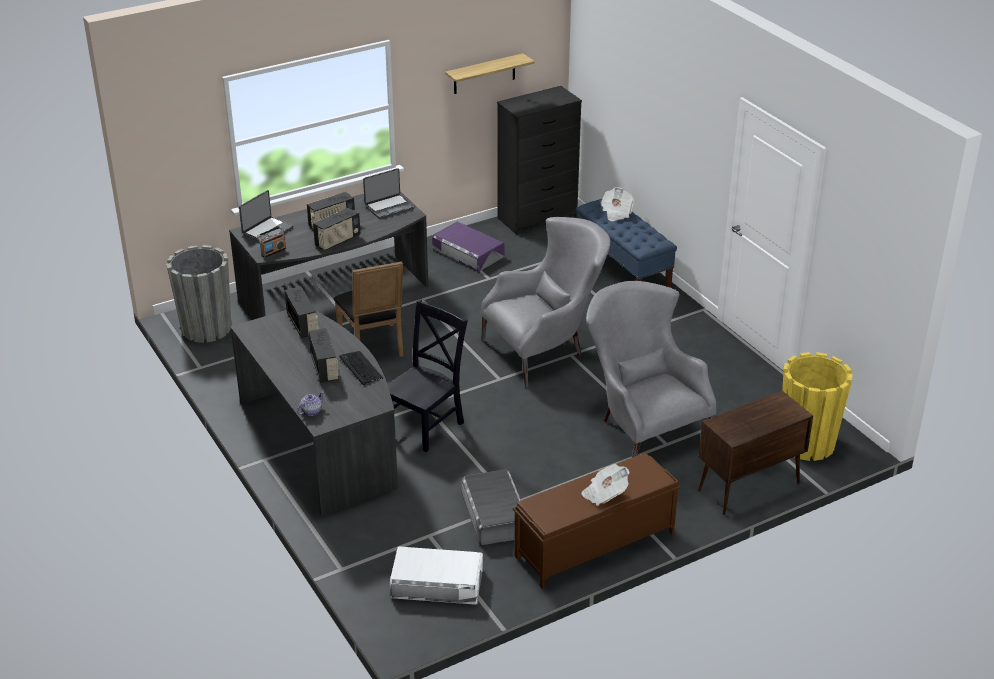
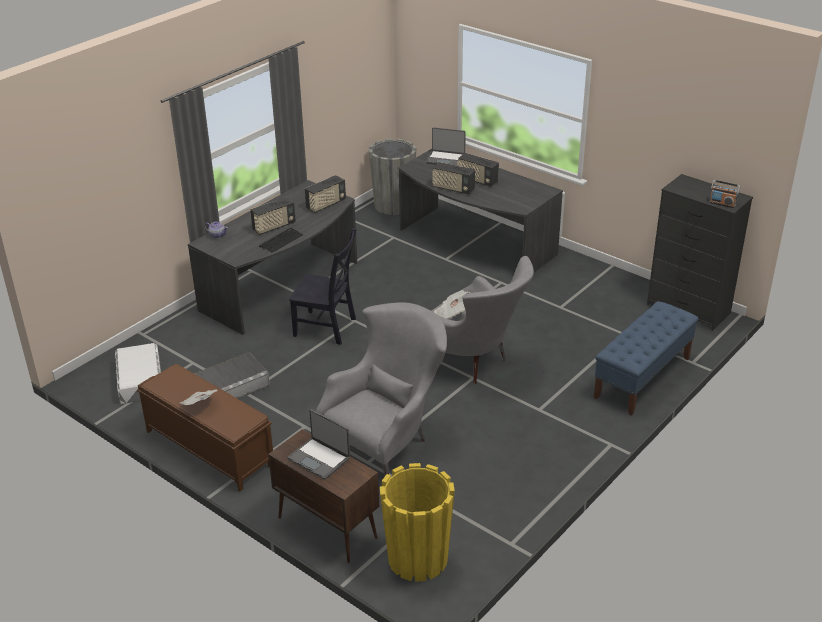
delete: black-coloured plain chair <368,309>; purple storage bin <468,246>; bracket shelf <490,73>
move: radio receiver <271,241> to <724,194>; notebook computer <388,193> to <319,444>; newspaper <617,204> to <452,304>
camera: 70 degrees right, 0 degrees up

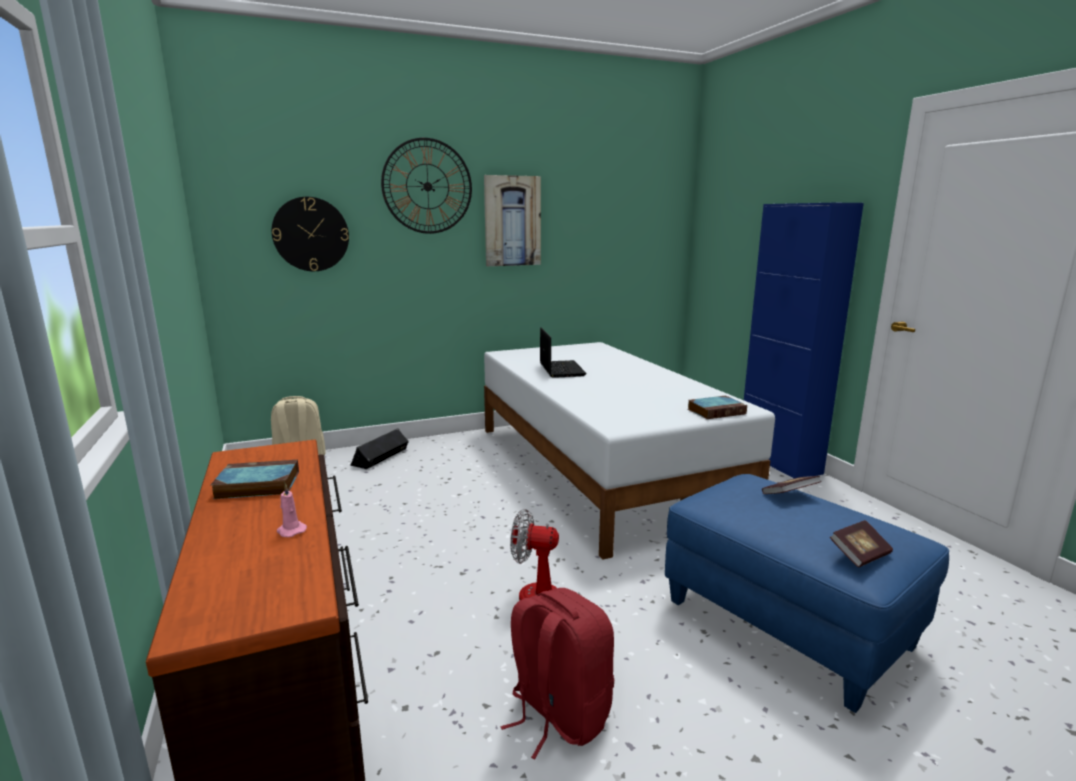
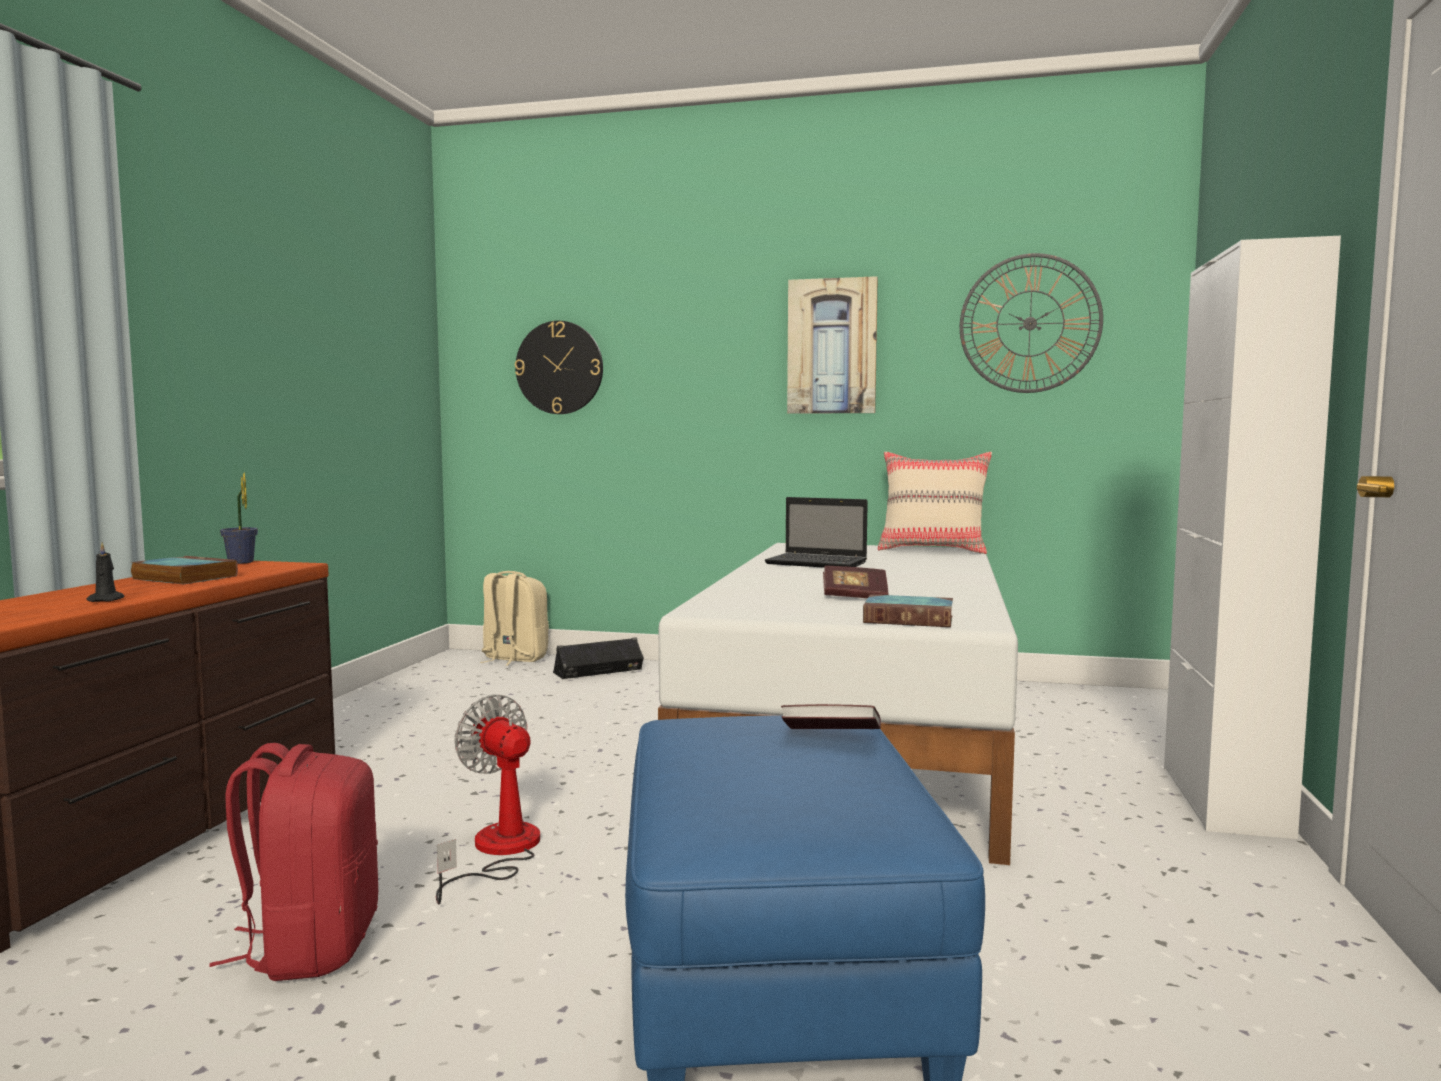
insert: houseplant <239,518>; beige pillow <935,503>
move: hanging clock <426,186> to <1031,323>; bound book <861,543> to <855,582>
recolor: pink wax candle <292,510> to black-coloured wax candle <105,572>; bluish cupboard <804,340> to white-coloured cupboard <1252,537>
rotate: notebook computer <563,352> = <816,532> 90 degrees clockwise
camera: 35 degrees right, 10 degrees down

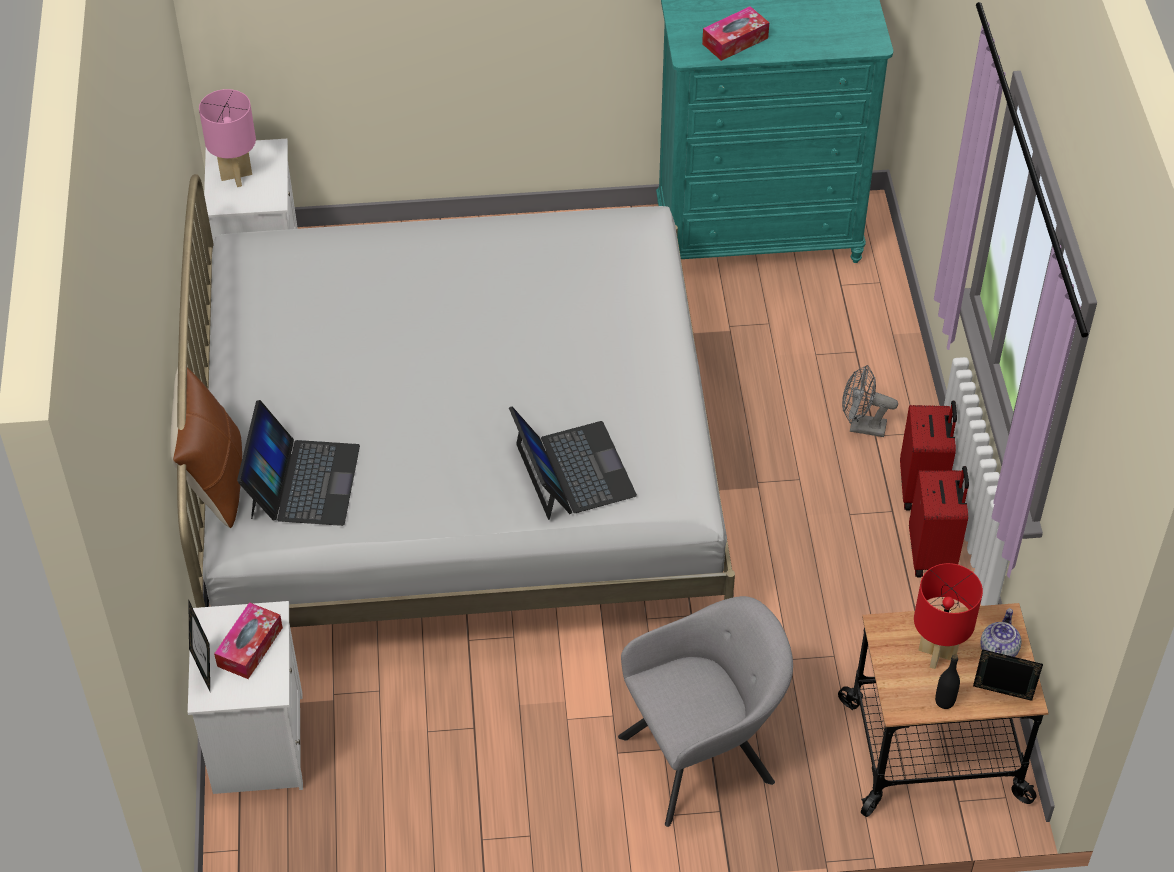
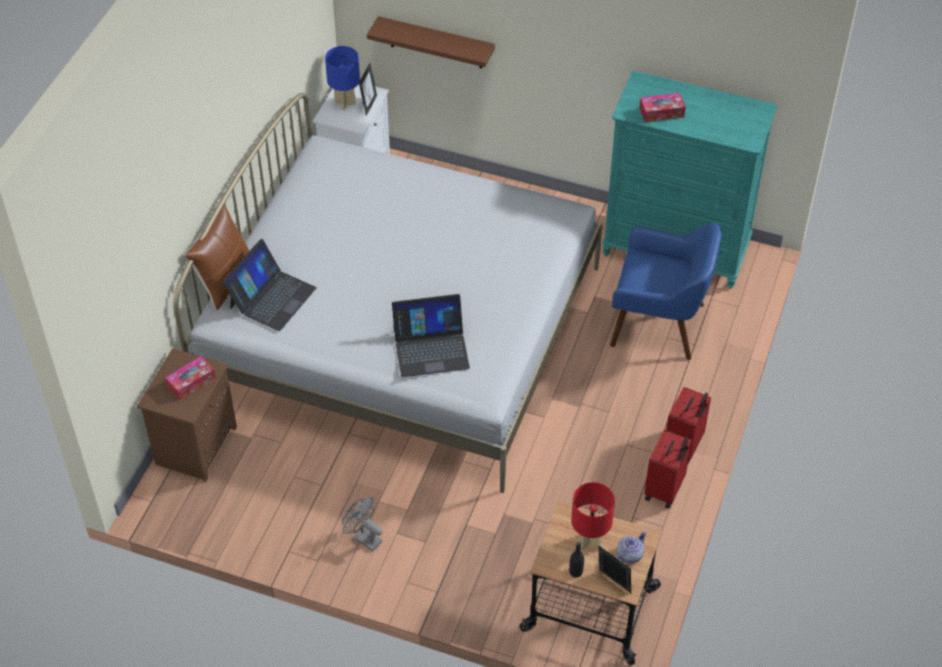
delete: gray armchair <705,711>
insert: brown-coloured bracket shelf <431,42>; bluish armchair <666,291>
move: picture frame <199,645> to <368,89>; gray electric fan <870,401> to <362,524>
recolor: white-coloured nightstand <245,697> to brown-coloured nightstand <187,415>; pink lamp for a table <227,138> to bluish lamp for a table <342,78>
rotate: notebook computer <573,463> = <431,335> 75 degrees clockwise
camera: 25 degrees right, 0 degrees up

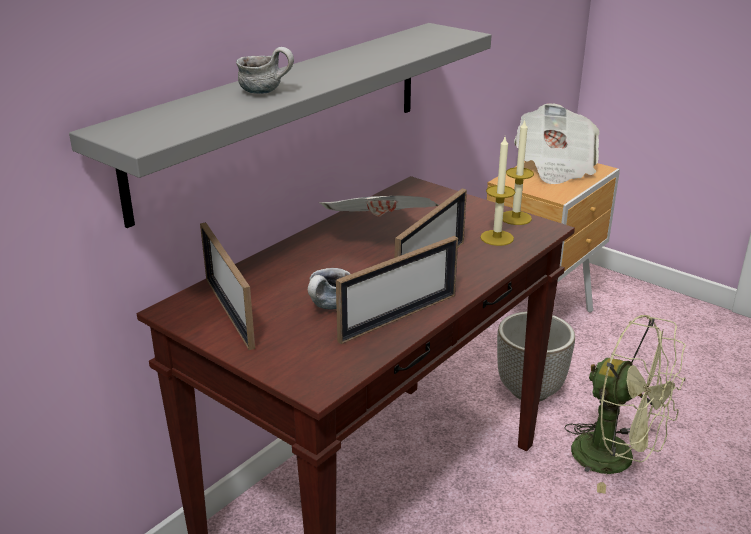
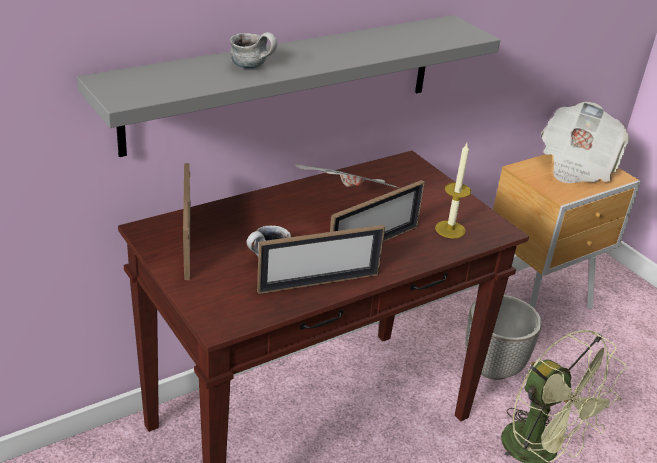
delete: wax candle <518,172>
camera: 15 degrees right, 5 degrees up

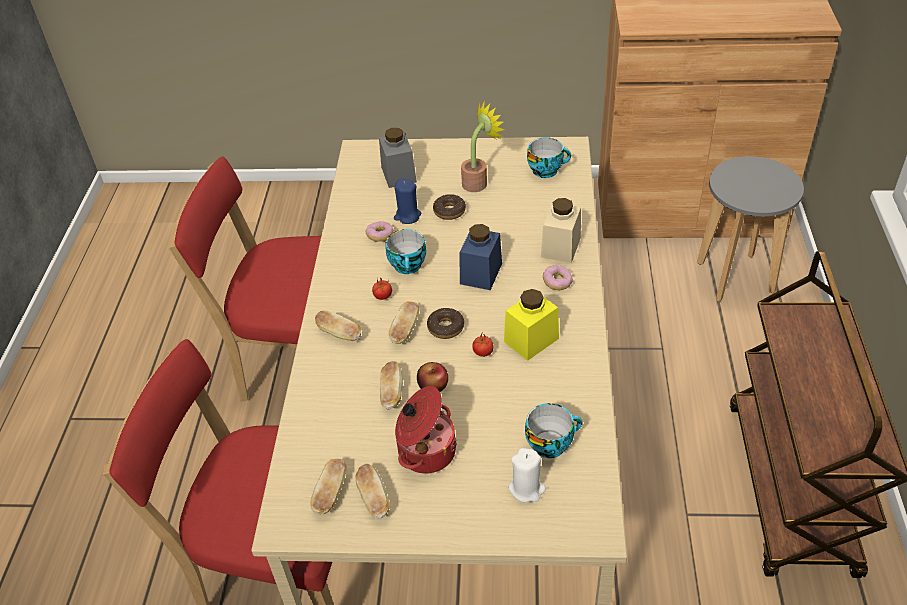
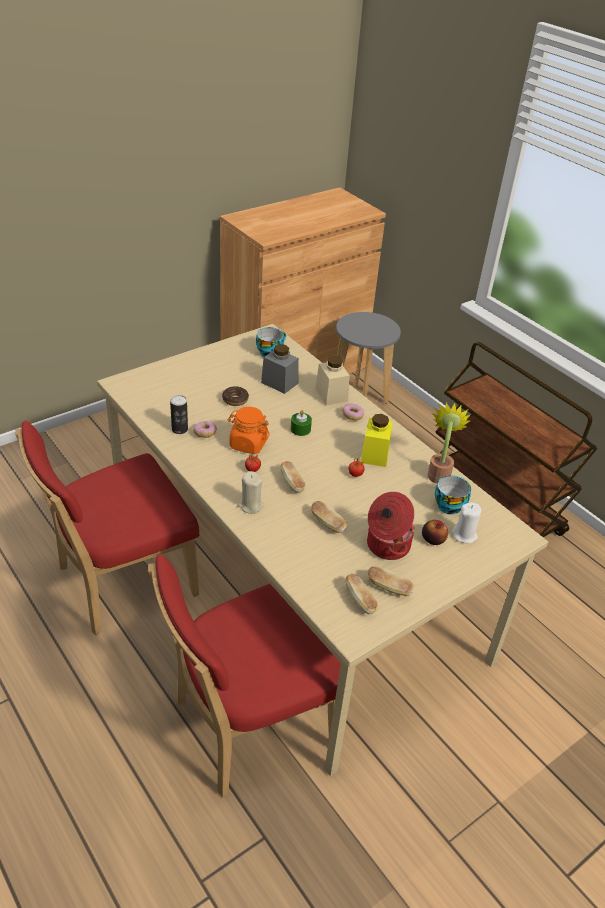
delete: bluish wax candle <407,201>; doughnut <445,323>
insert: can <179,414>
move: gray preserve jar <398,158> to <280,369>; apple <432,377> to <435,532>; houseplant <482,146> to <449,443>
replace: bakery bread <338,326> to beige wax candle <250,492>; small cup <406,251> to orange preserve jar <248,430>; bluish preserve jar <481,257> to green wax candle <301,423>
camera: 45 degrees left, 5 degrees down

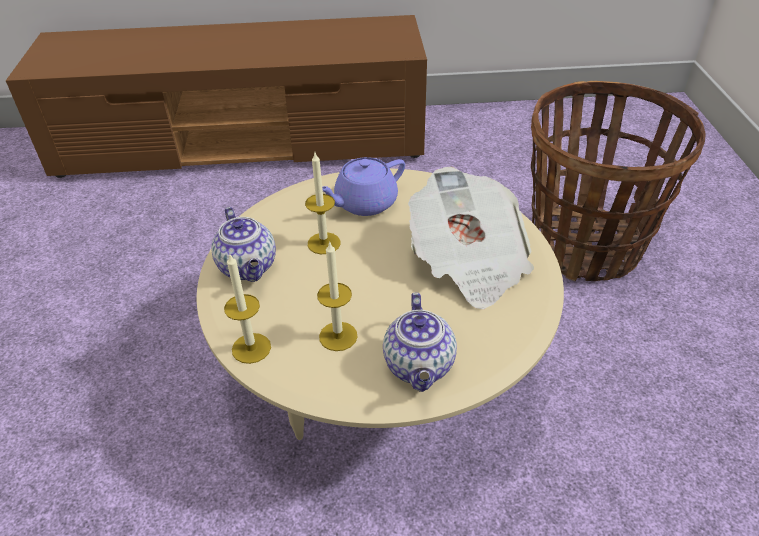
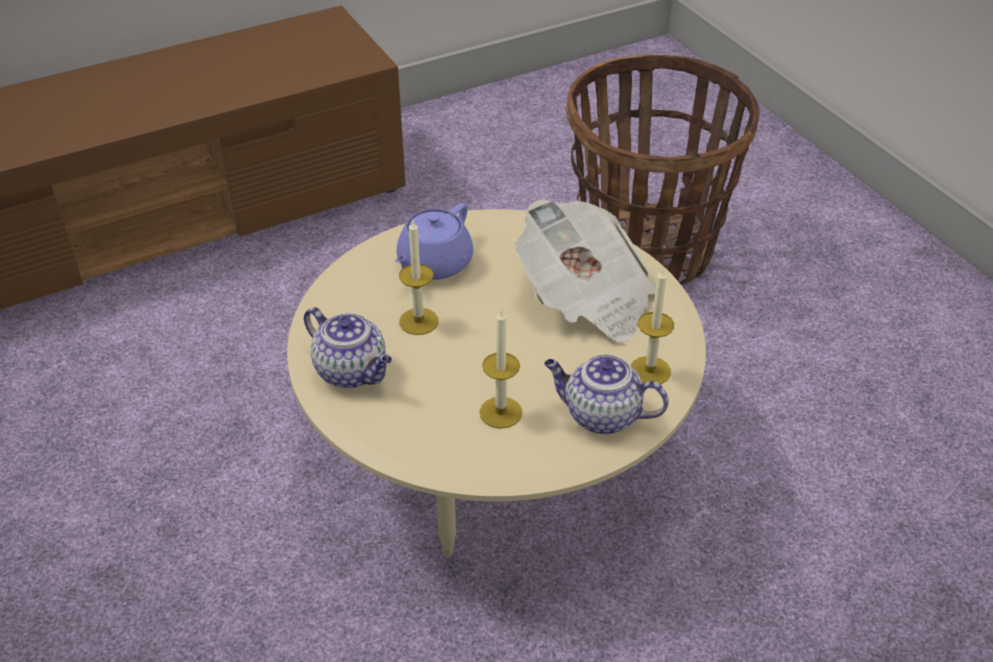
move: wax candle <247,309> to <652,325>
rotate: tea pot <420,342> = <606,394> 135 degrees clockwise
camera: 25 degrees left, 0 degrees up

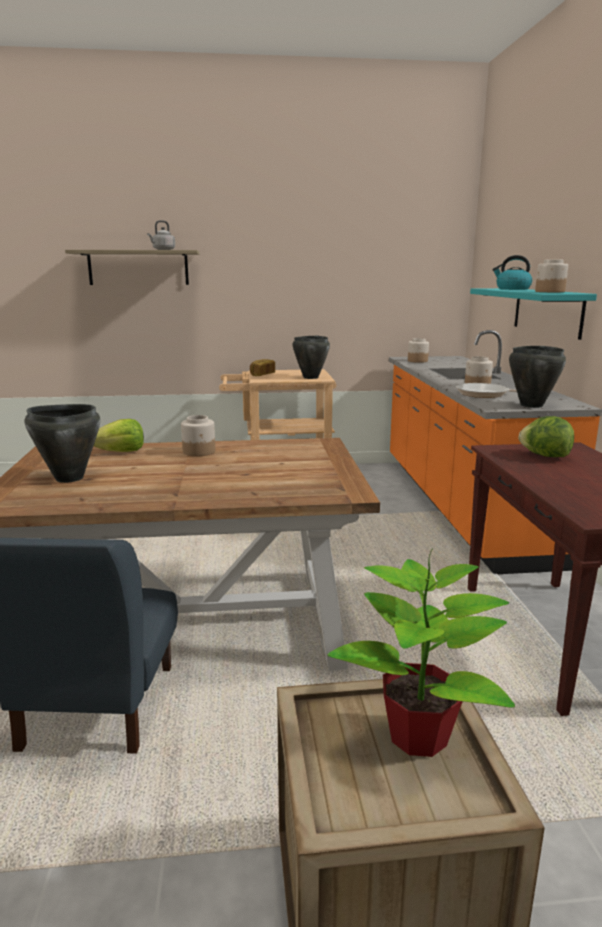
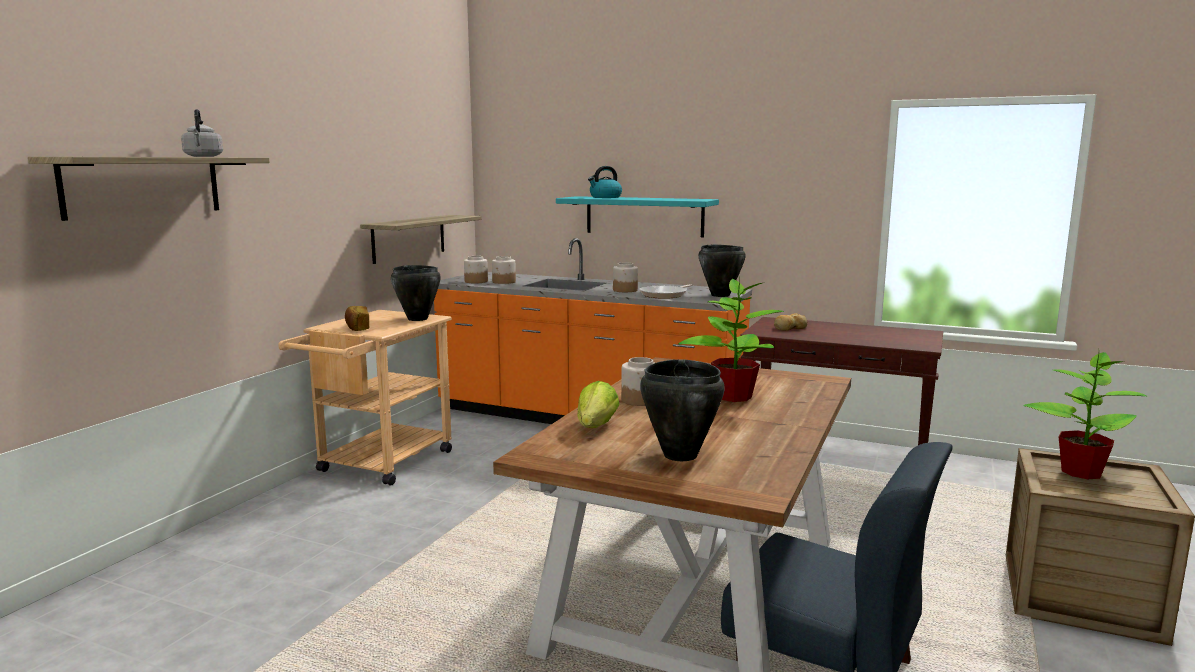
insert: bracket shelf <420,239>; houseplant <731,338>
move: preserve jar <551,276> to <504,270>
replace: head of lettuce <546,436> to bakery bread <790,322>
camera: 60 degrees left, 5 degrees down

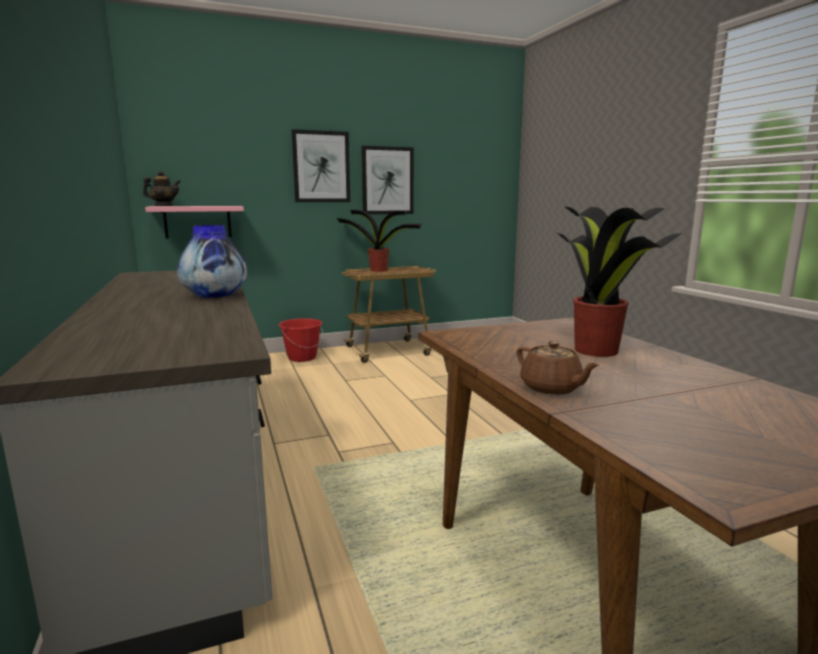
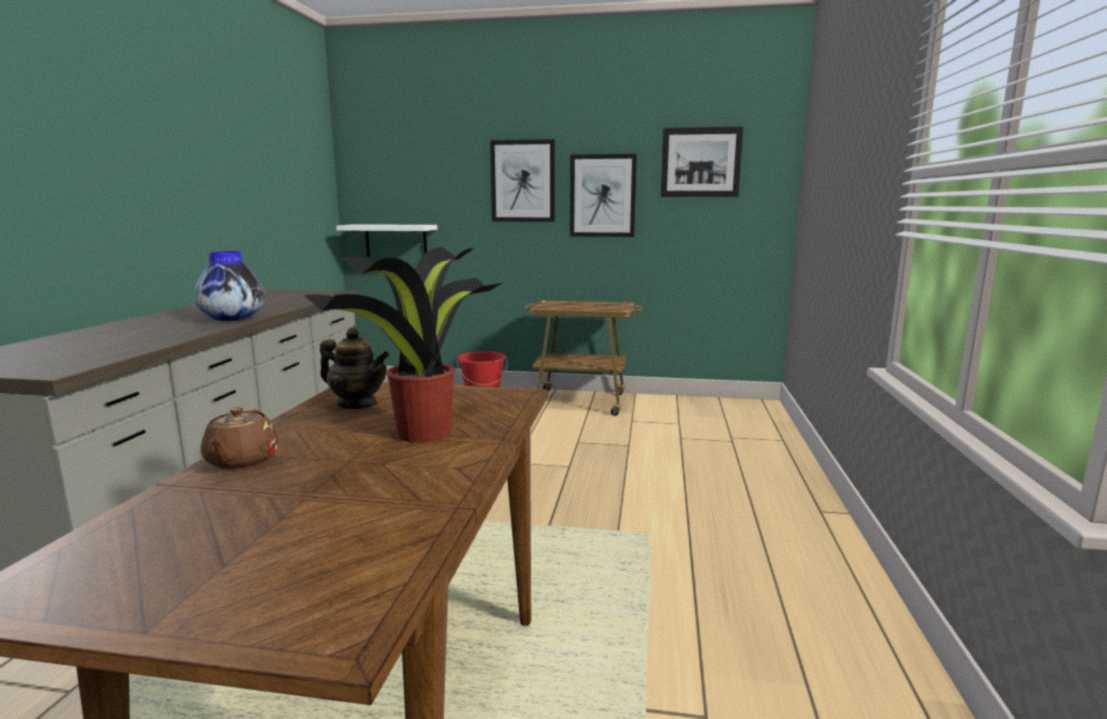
delete: houseplant <379,241>
insert: wall picture <702,162>
move: tea pot <162,188> to <354,368>
recolor: pink bracket shelf <194,222> to white-coloured bracket shelf <386,240>
camera: 30 degrees right, 0 degrees up

